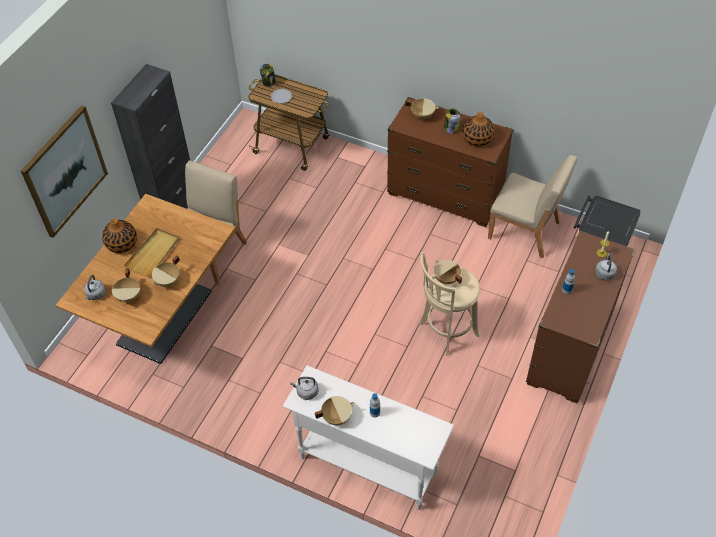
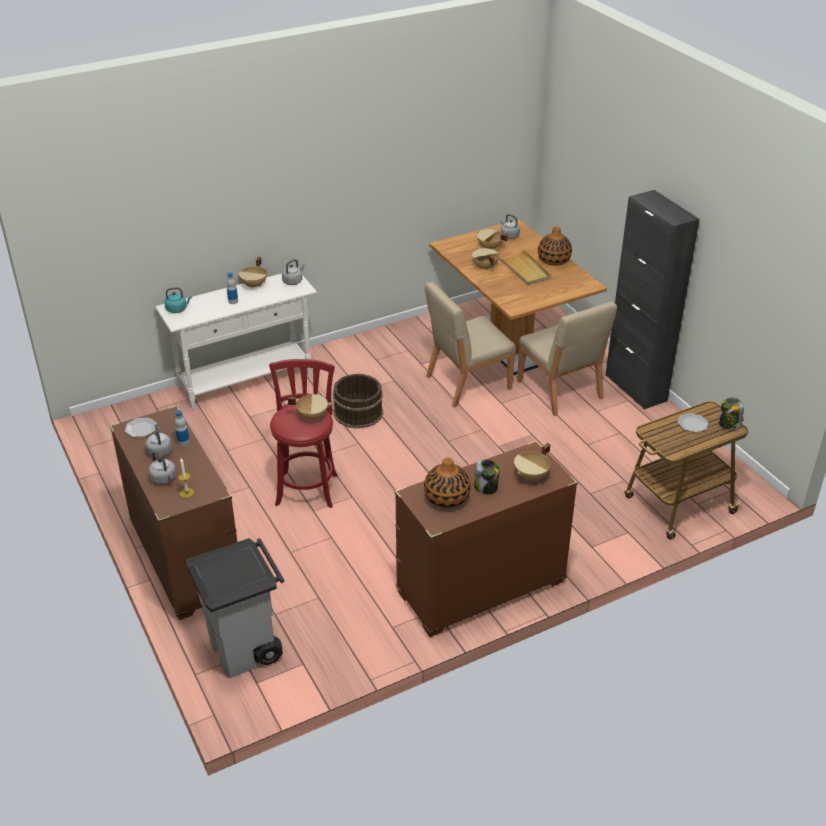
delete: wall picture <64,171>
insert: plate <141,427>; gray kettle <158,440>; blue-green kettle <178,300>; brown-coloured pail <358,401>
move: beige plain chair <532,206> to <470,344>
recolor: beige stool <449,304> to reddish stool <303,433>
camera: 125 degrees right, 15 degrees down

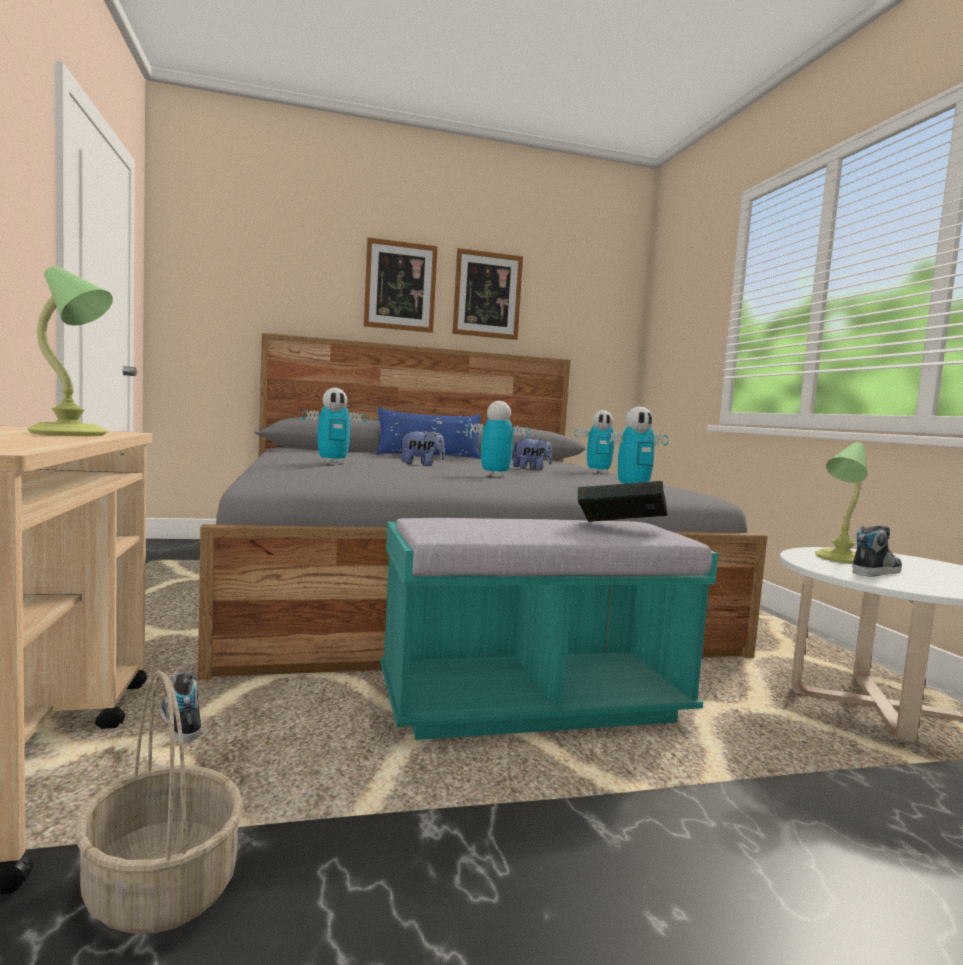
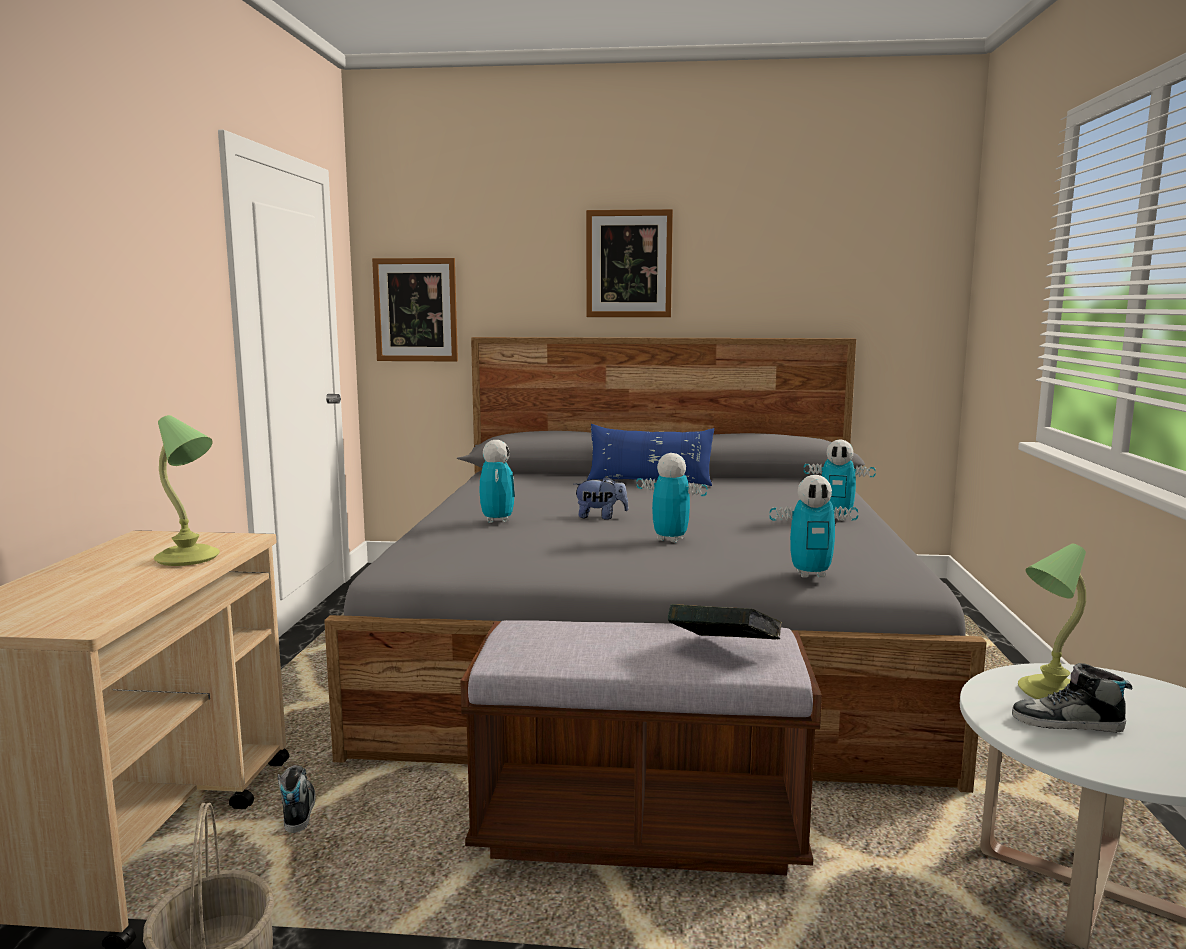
delete: soft toy <532,454>
move: wall picture <488,294> to <415,310>
recolor: blue-green indoor bench <549,629> to brown-coloured indoor bench <641,747>
rotate: toy robot <334,426> = <497,481> 90 degrees counterclockwise; item of footwear <877,551> = <1072,698> 150 degrees counterclockwise
camera: 20 degrees right, 5 degrees up

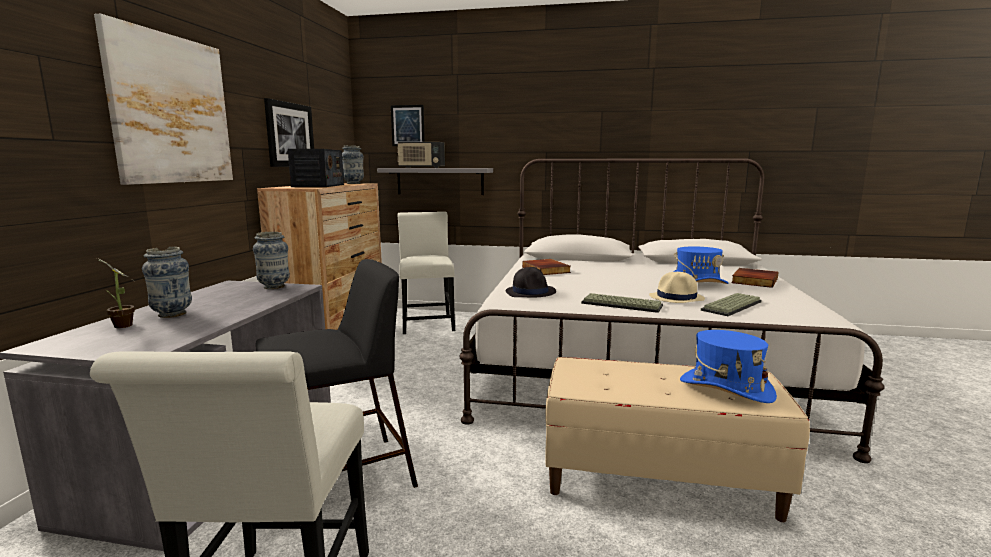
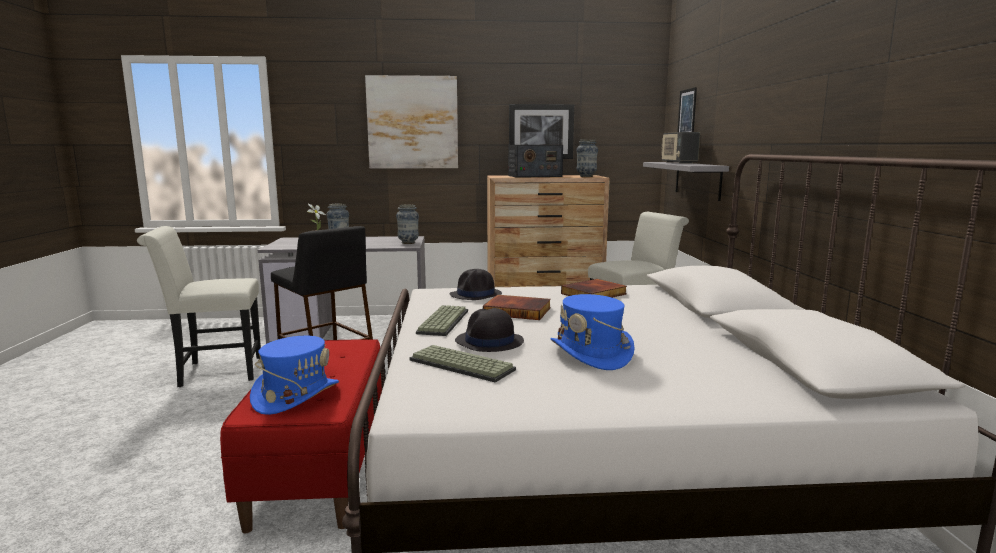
move: bound book <755,278> to <517,307>
recolor: beige indoor bench <677,439> to reddish indoor bench <301,436>; beige hat <677,287> to black-coloured hat <489,330>
camera: 75 degrees right, 0 degrees up

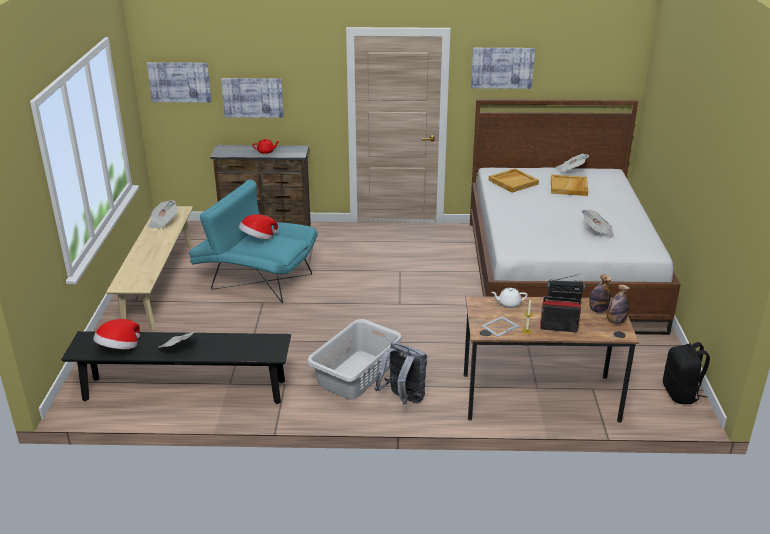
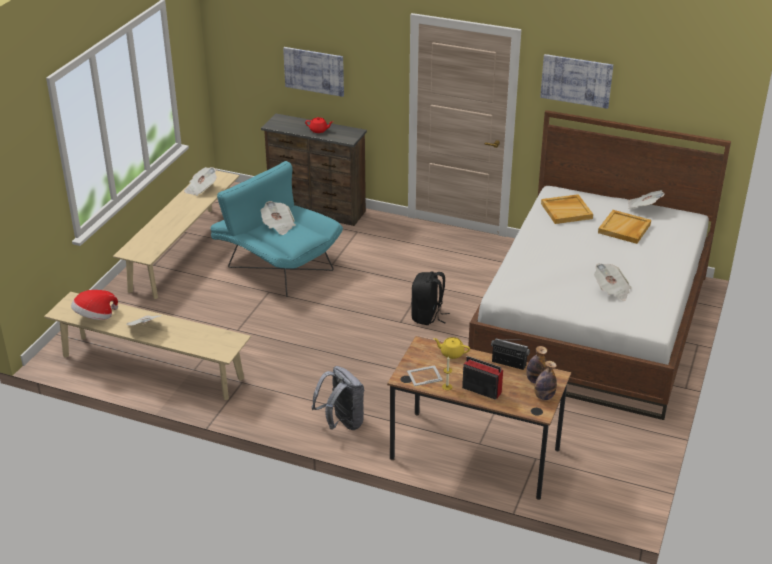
delete: wall picture <179,82>; gray laundry basket <354,359>
move: black-coloured knapsack <686,373> to <430,298>
replace: hat <258,227> to newspaper <278,218>
recolor: black-coloured indoor bench <176,367> to beige indoor bench <147,346>; white-coloured tea pot <509,298> to yellow tea pot <451,348>
camera: 20 degrees right, 5 degrees up

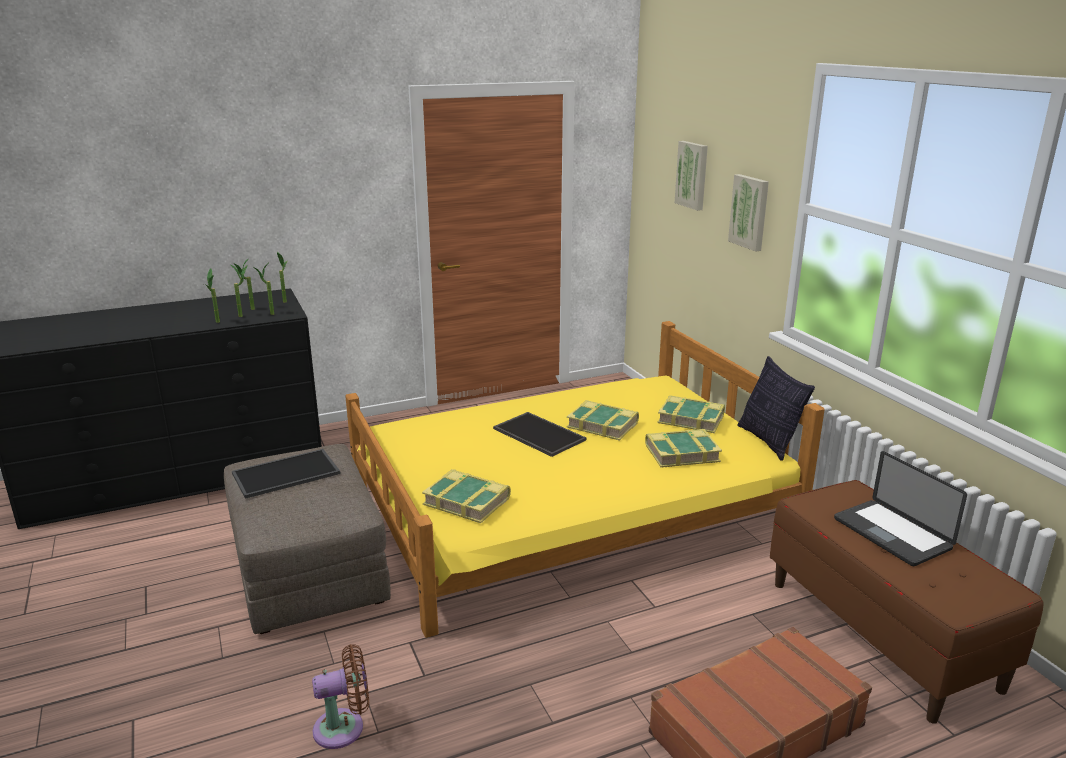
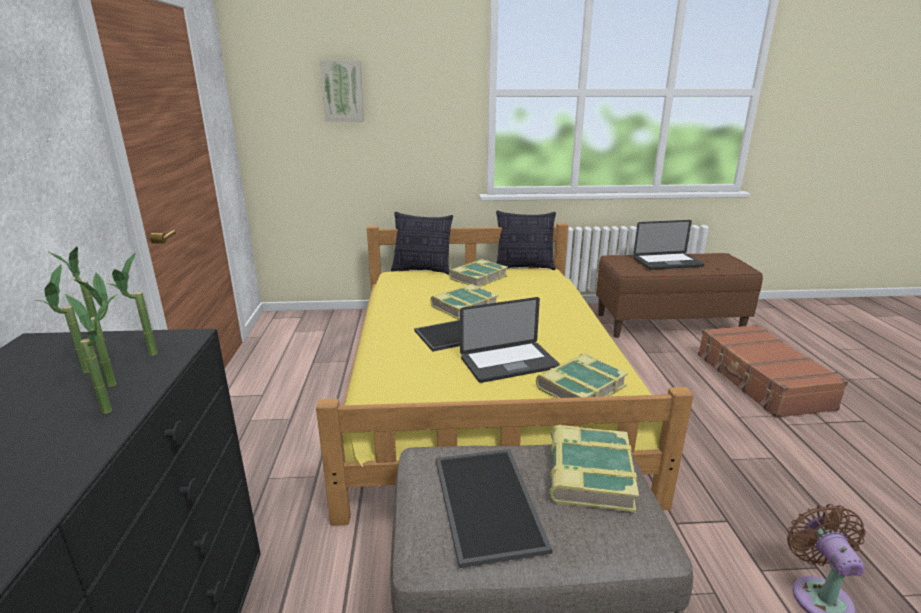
delete: wall picture <748,213>
insert: pillow <422,243>; notebook computer <510,340>
move: bound book <683,448> to <594,468>
camera: 70 degrees left, 0 degrees up

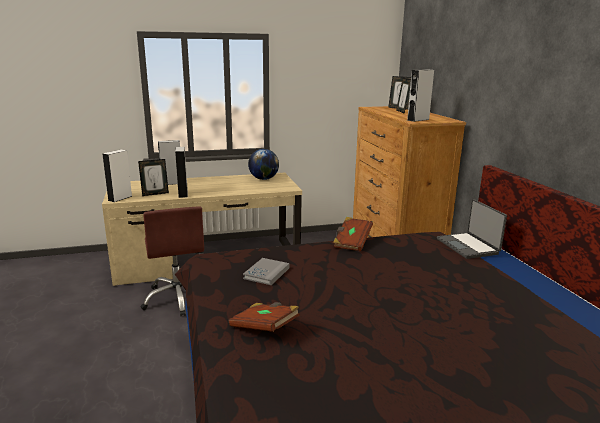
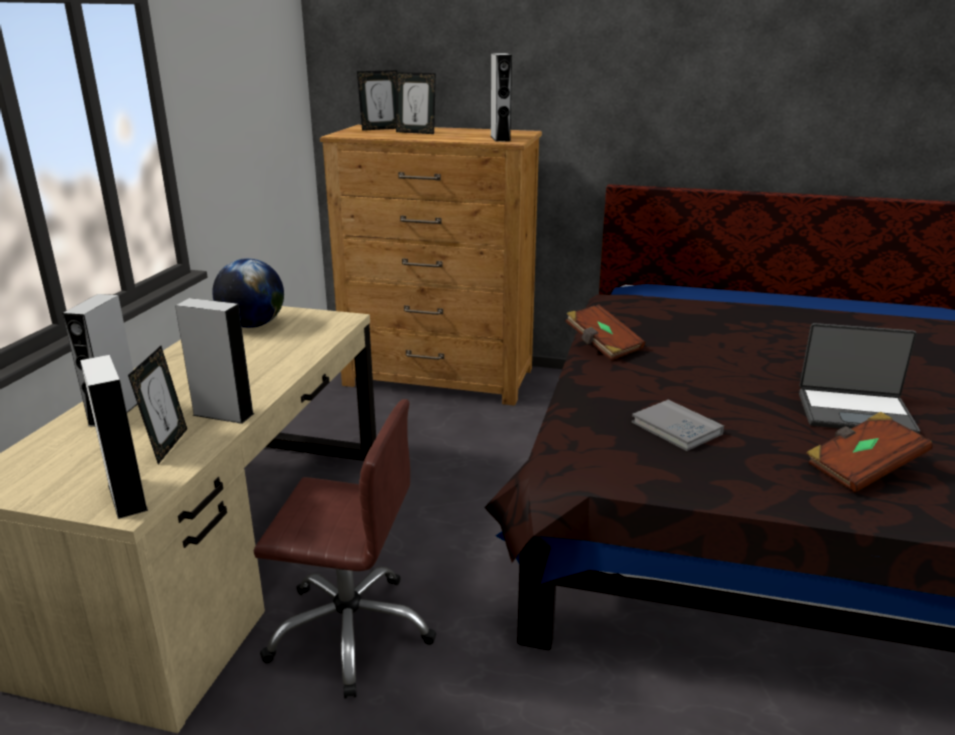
move: notebook computer <472,229> to <859,378>
camera: 60 degrees left, 5 degrees up

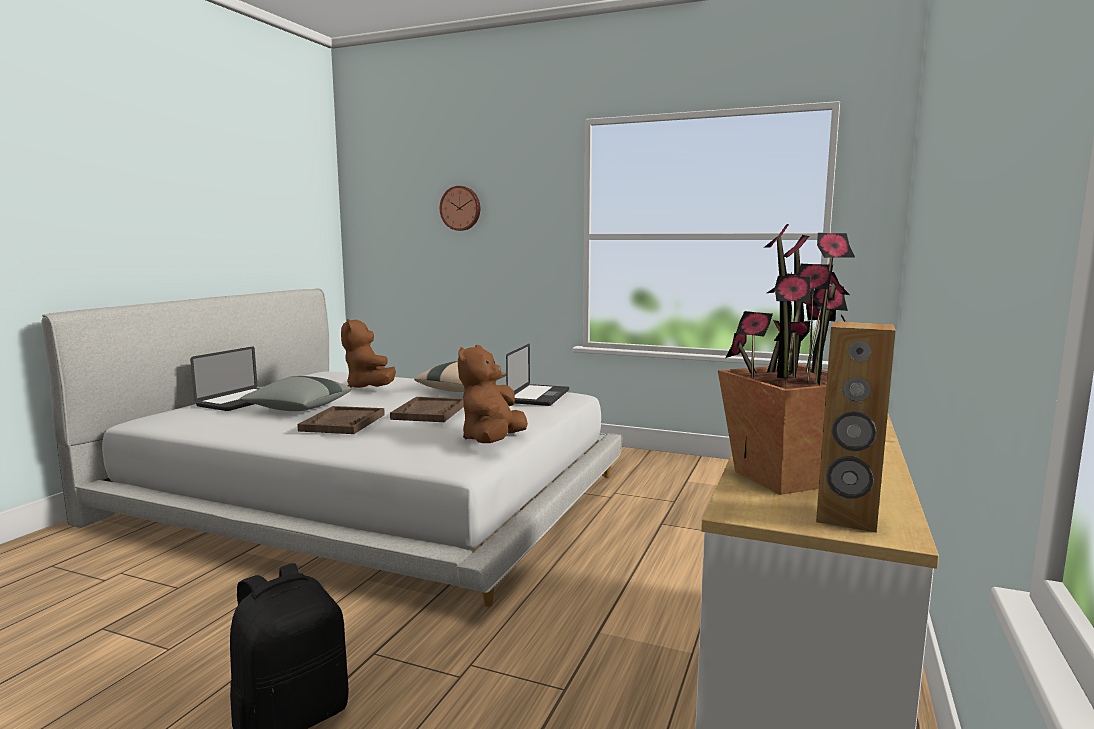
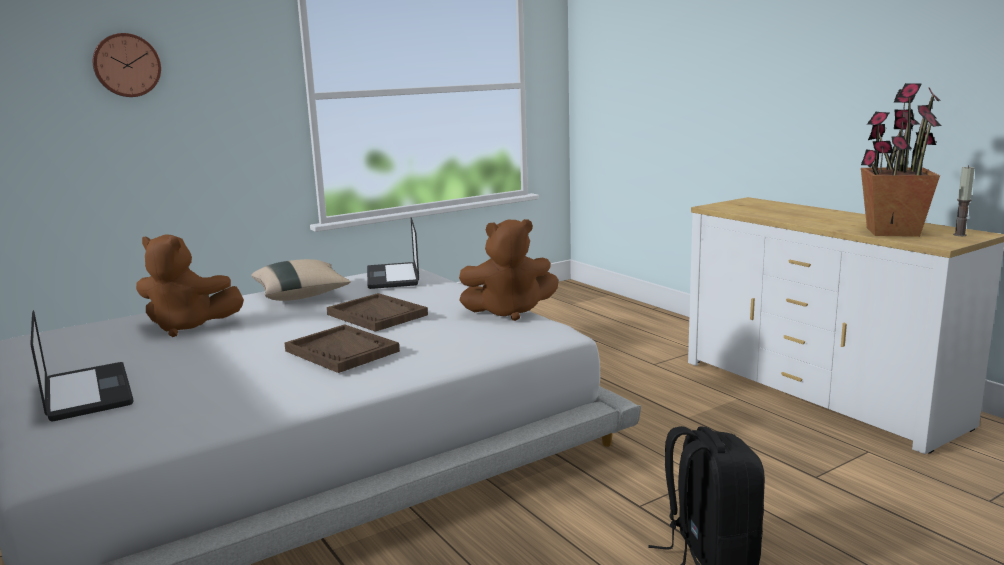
delete: gray pillow <295,393>
replace: brown-coloured audio speaker <856,427> to wax candle <964,200>
rotate: brown-coloured soft toy <493,394> = <509,270> 60 degrees counterclockwise; notebook computer <537,375> = <393,253> 150 degrees counterclockwise
camera: 55 degrees left, 5 degrees up

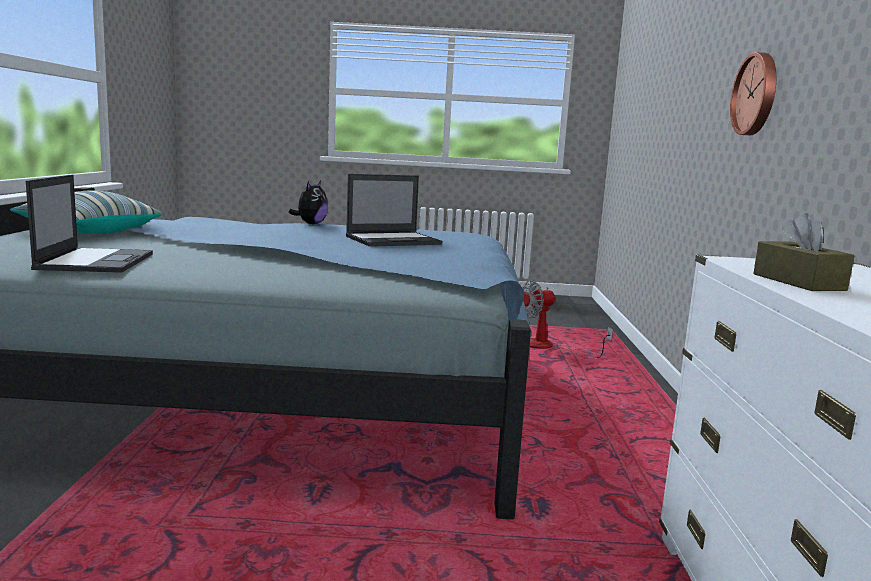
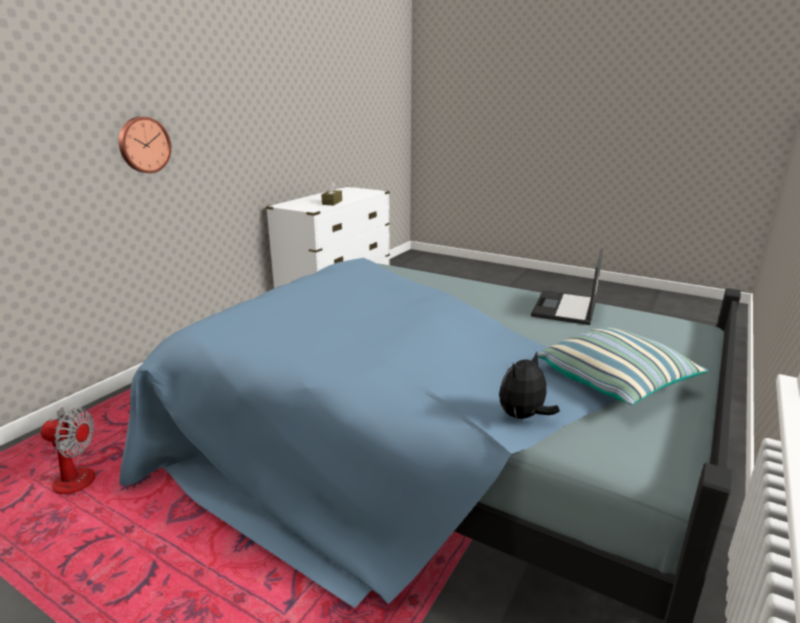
delete: notebook computer <394,210>
move: soft toy <308,202> to <529,385>
camera: 150 degrees left, 10 degrees up

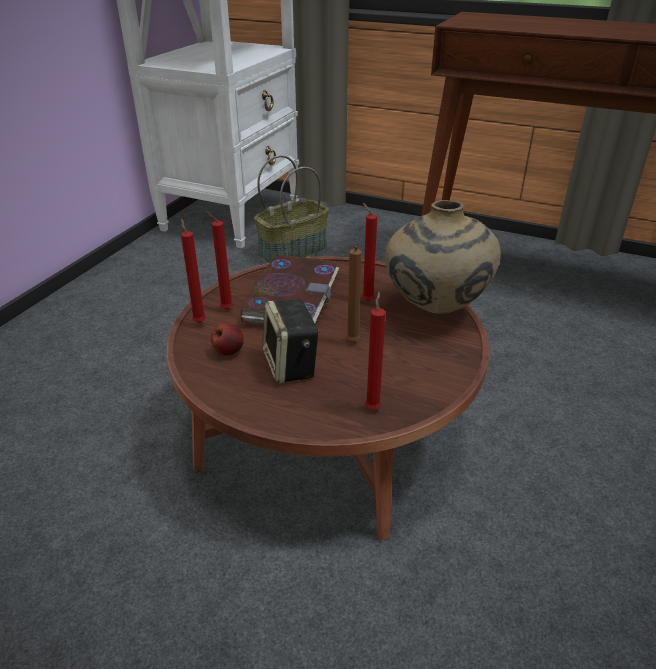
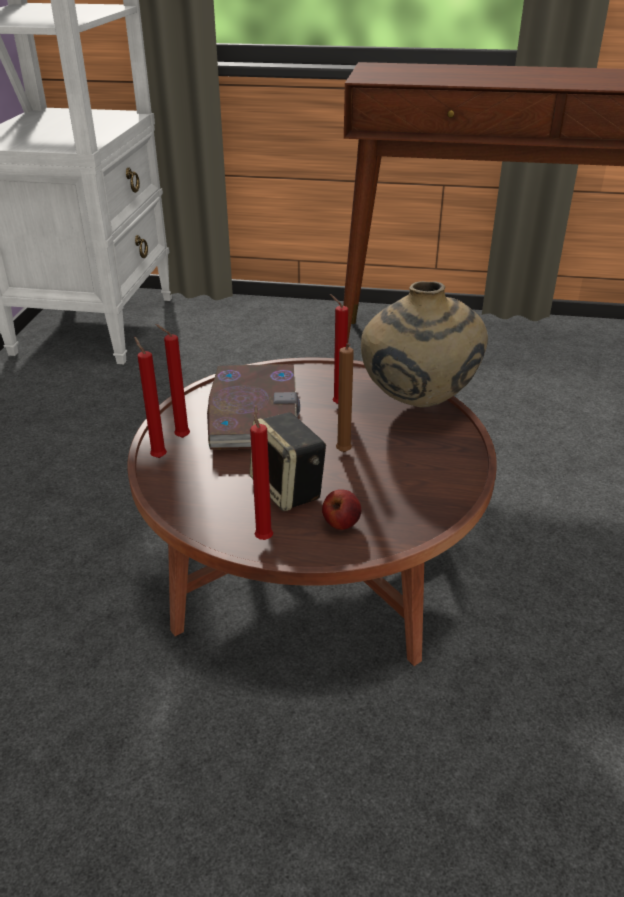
delete: storage basket <291,209>
move: apple <227,339> to <341,509>; reddish wax candle <375,350> to <261,472>
camera: 15 degrees left, 0 degrees up

